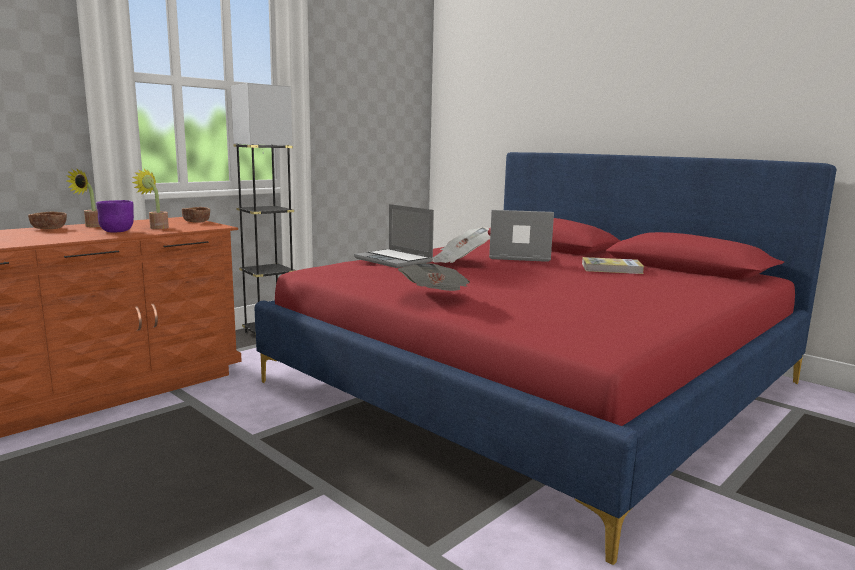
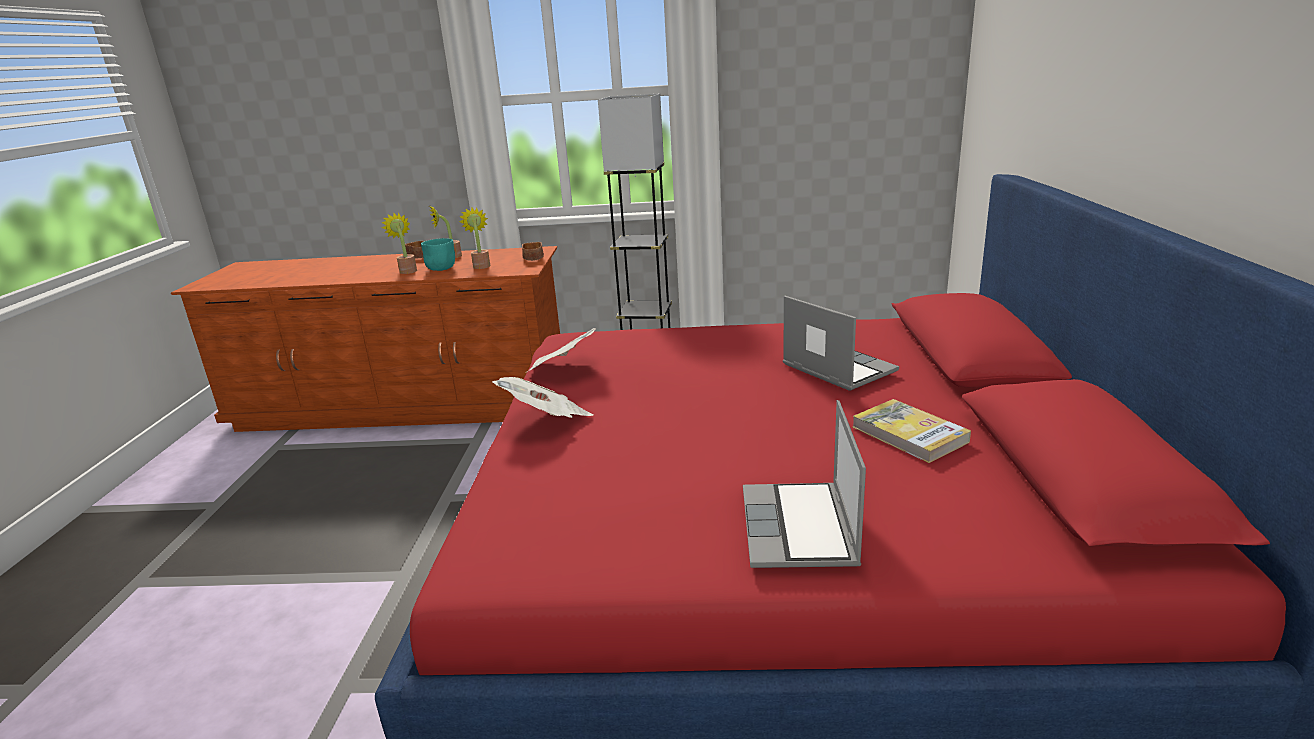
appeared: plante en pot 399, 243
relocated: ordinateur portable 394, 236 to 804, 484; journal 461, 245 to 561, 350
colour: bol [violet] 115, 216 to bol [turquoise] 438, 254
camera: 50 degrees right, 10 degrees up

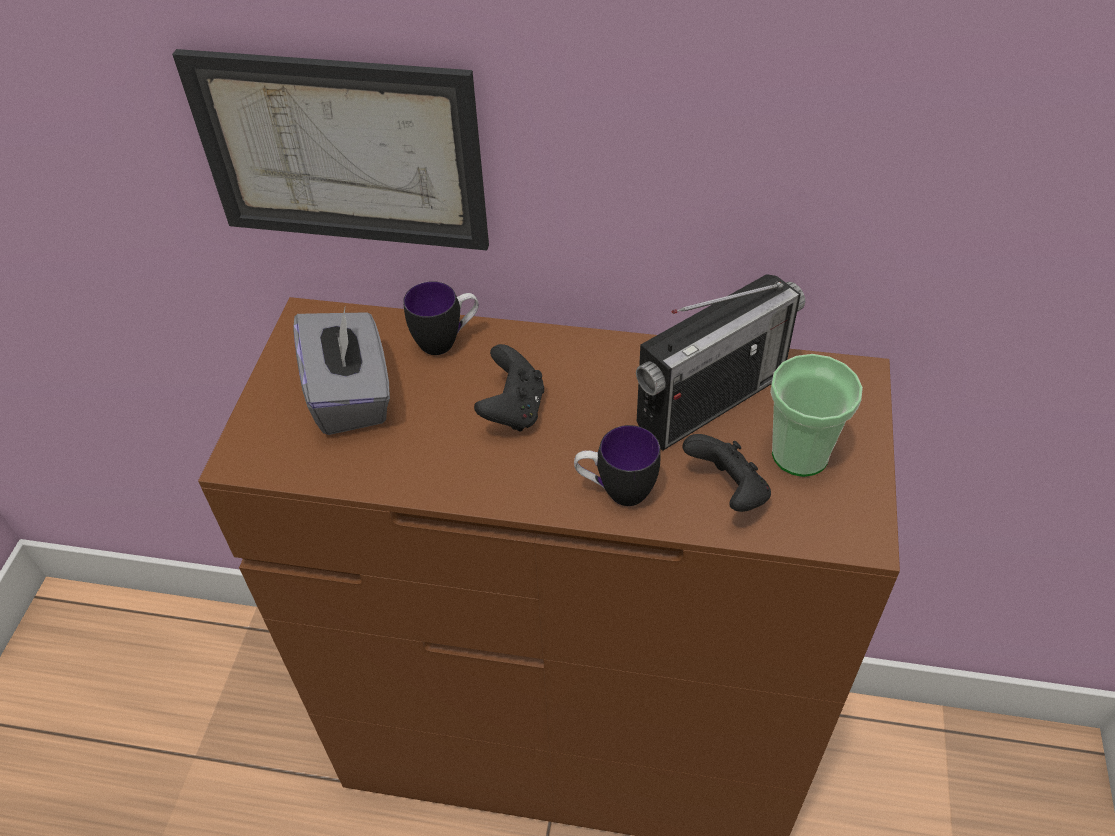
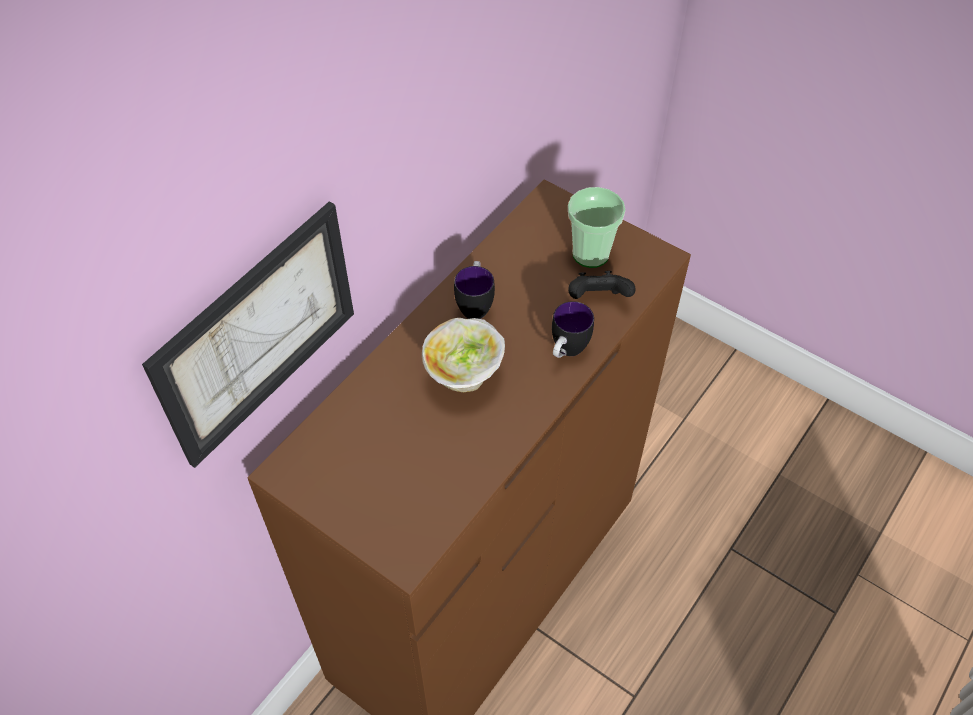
missing: radio 720, 362; boîte à mouchoirs [gris] 342, 370
relocated: mug 441, 318 to 474, 290
exchanged: manette [noir] 509, 388 to bol 463, 355
camera: 65 degrees left, 5 degrees up

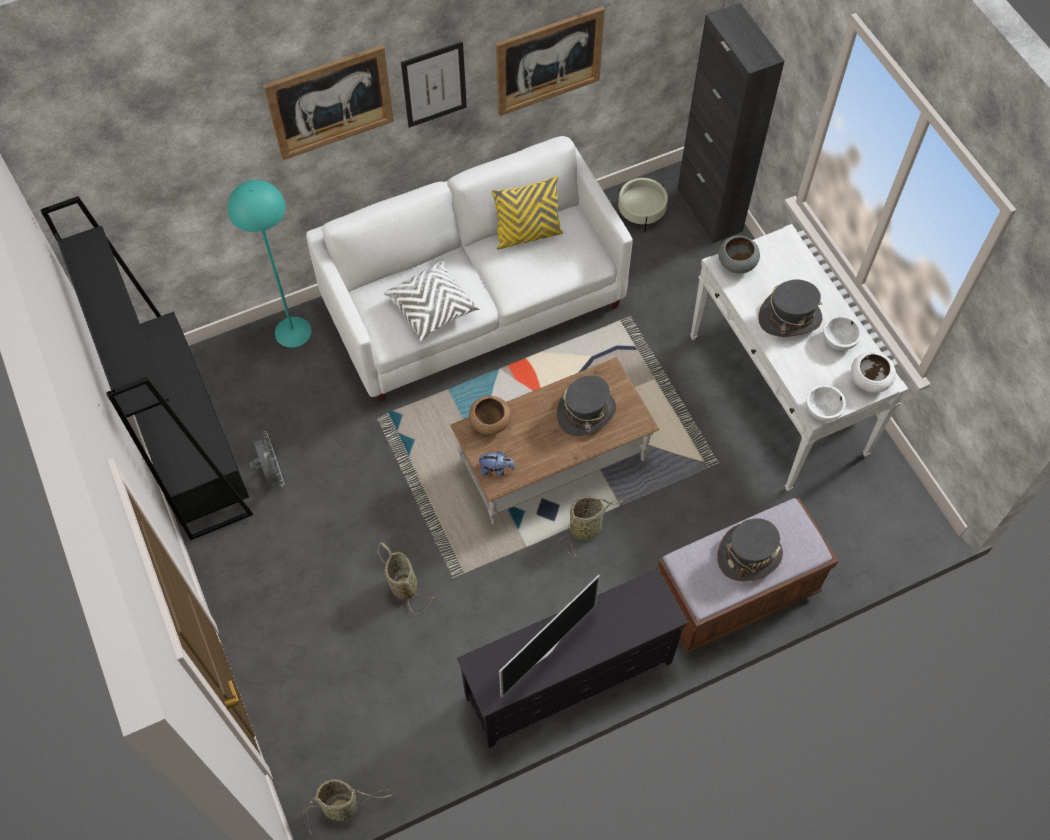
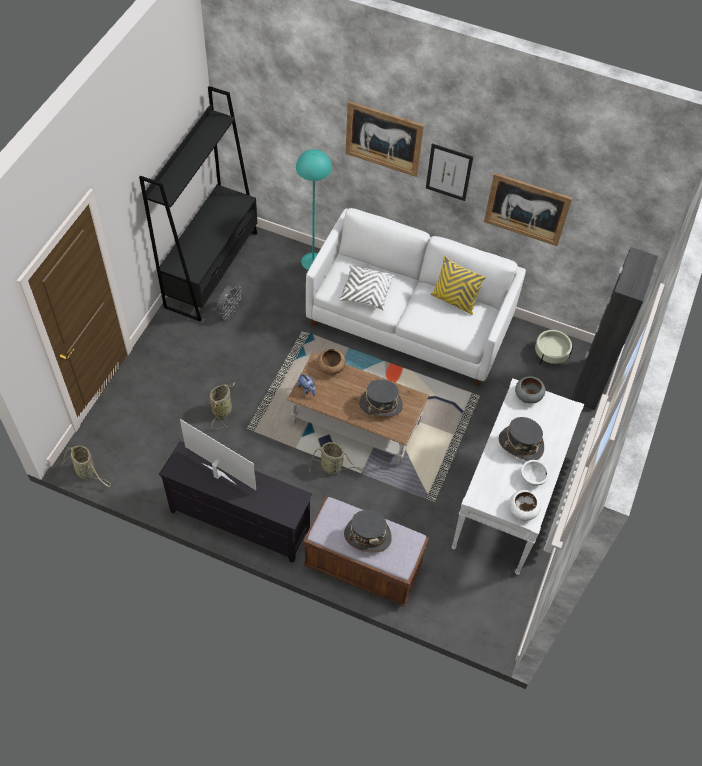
missing: bol [blanc] 826, 403
spun: téléviseur 549, 636 = 218, 454 150 degrees counterclockwise
camera: 45 degrees right, 5 degrees down

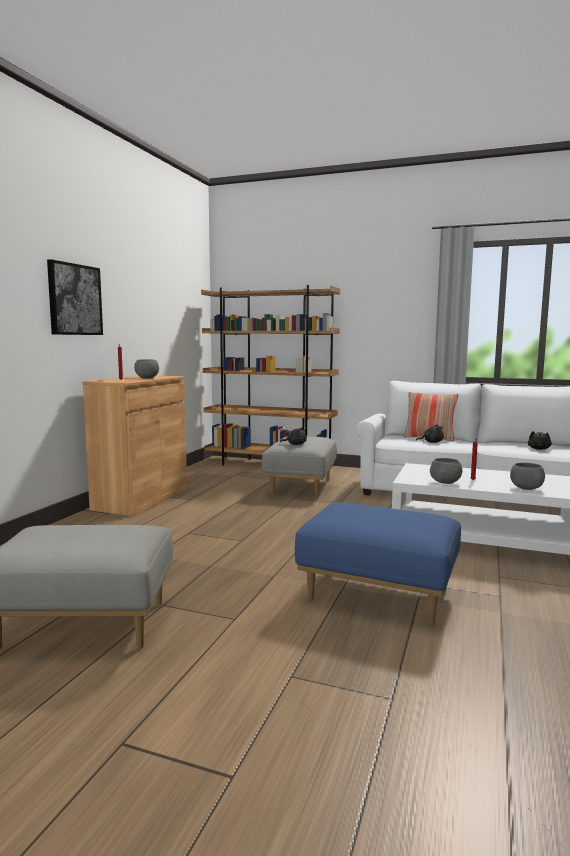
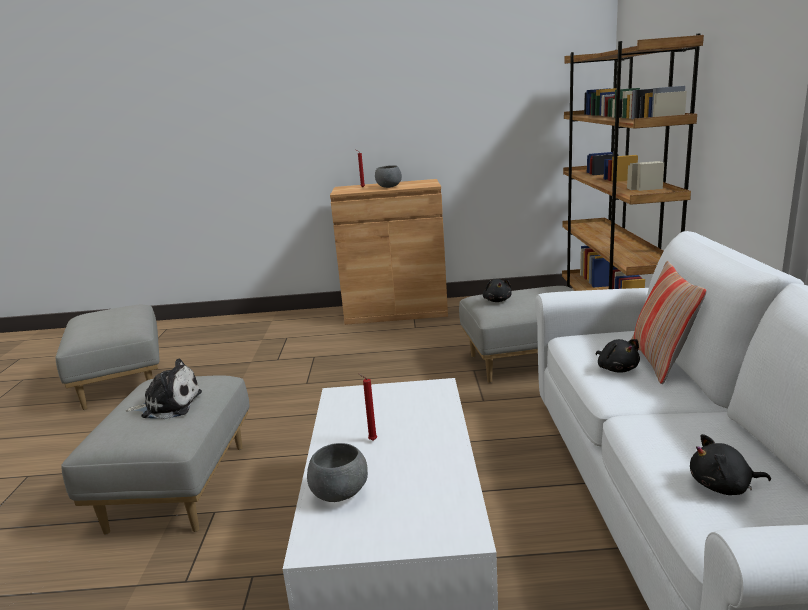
missing: tableau 75, 297; bol [gris] 446, 471
appeared: peluche 163, 389
colour: pouf [bleu] 378, 564 to pouf [gris] 155, 455
camera: 70 degrees right, 10 degrees up

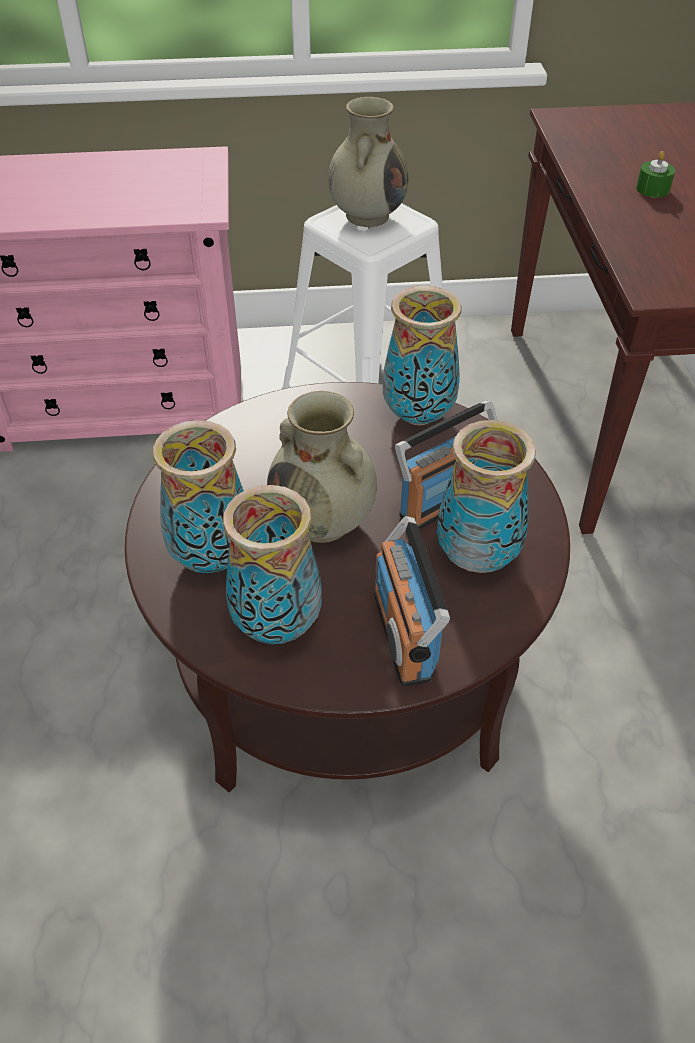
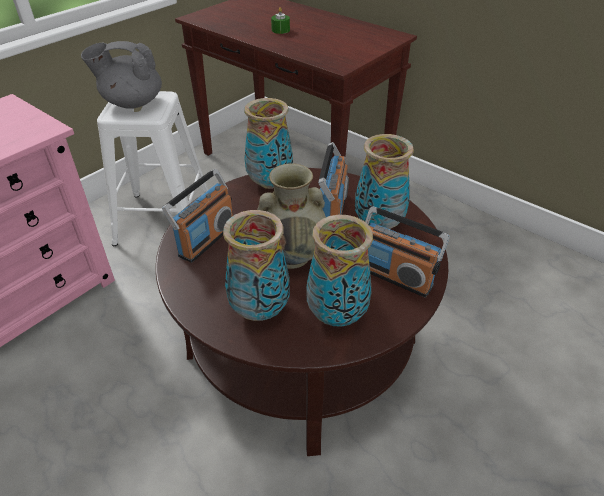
appeared: radio 197, 216
exchanged: vase [beige] 368, 162 to théière [gris] 121, 75
camera: 45 degrees left, 5 degrees down

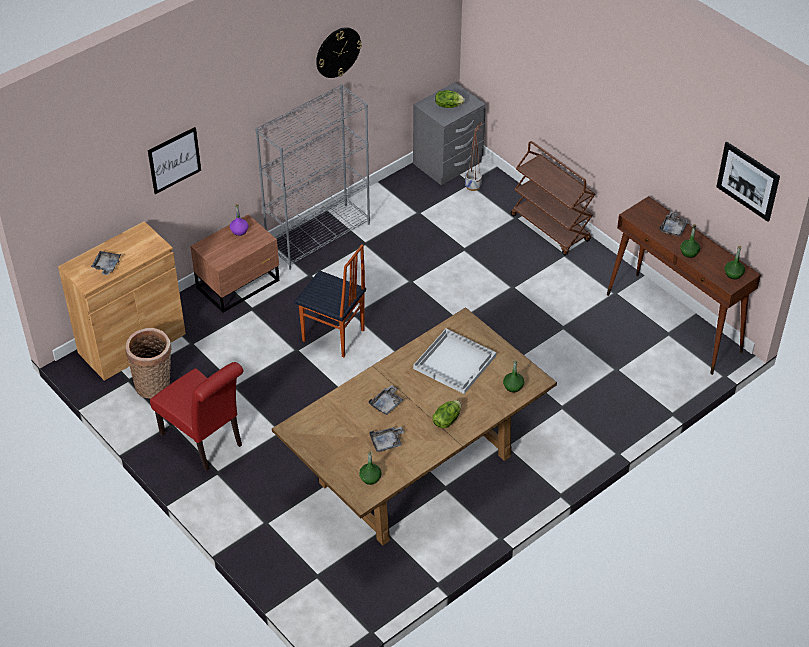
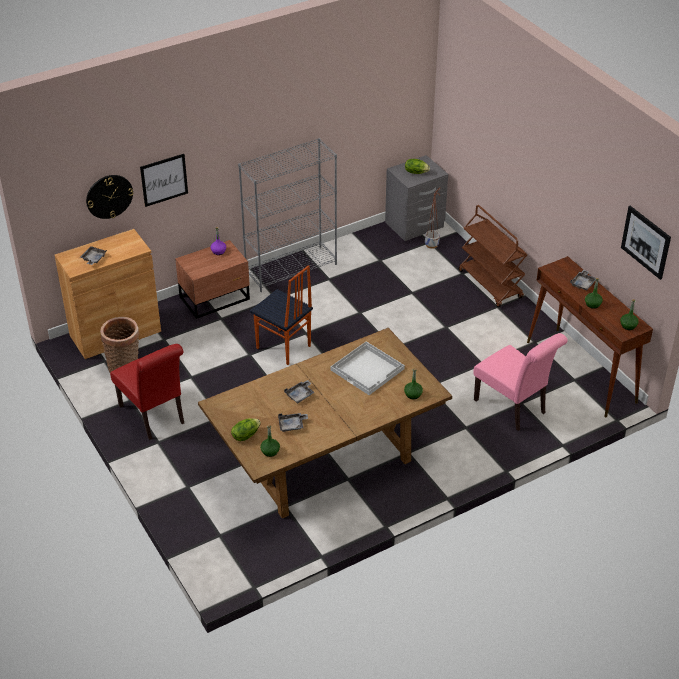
appeared: chaise [rose] 520, 382
relocated: horloge murale 339, 52 to 109, 197; laitue 446, 414 to 246, 429
camera: 10 degrees right, 5 degrees down

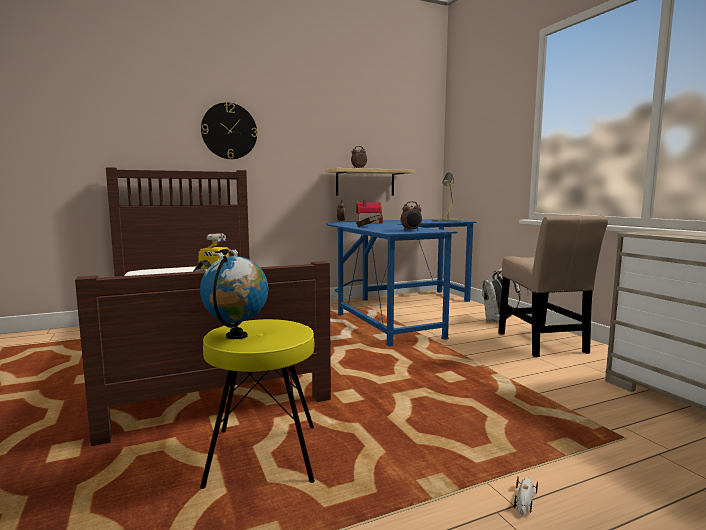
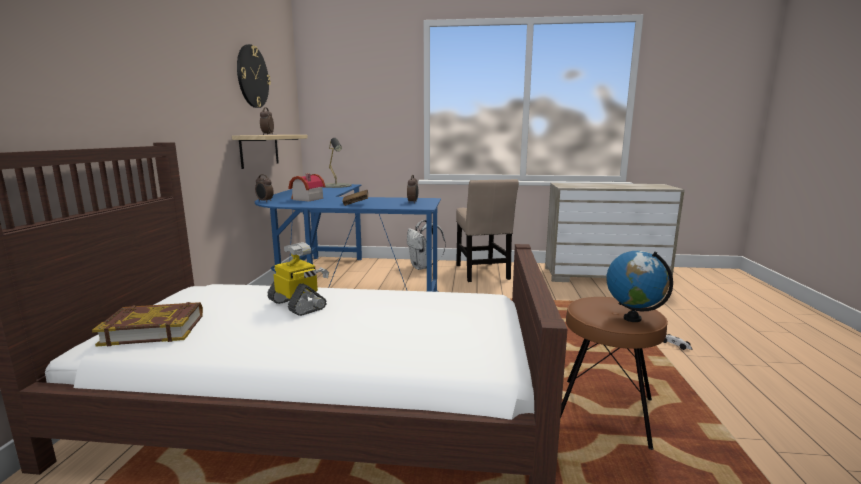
appeared: livre 147, 324
relocated: horloge murale 229, 130 to 254, 76
colour: tabouret [jaune] 257, 404 to tabouret [marron] 614, 373
spun: chaise [beige] 553, 286 = 487, 230 60 degrees clockwise
camera: 60 degrees left, 5 degrees up

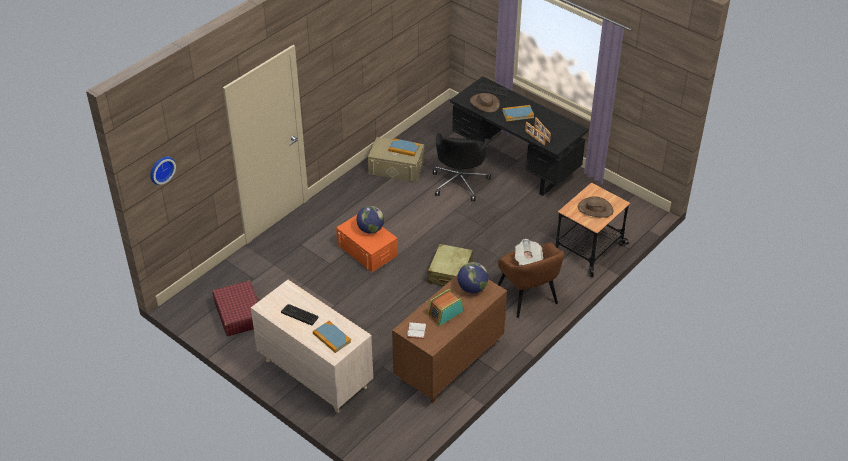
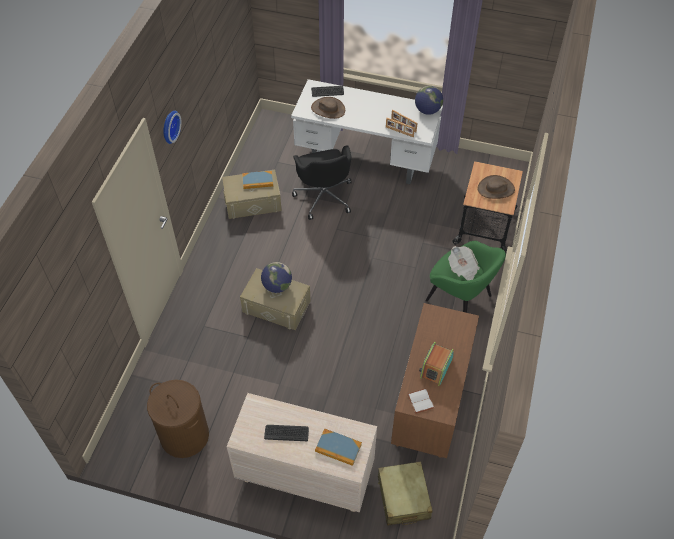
missing: livre 518, 113
relocated: horloge murale 163, 171 to 172, 127; valise [beige] 450, 265 to 405, 493; globe 472, 277 to 429, 100
exchanged: valise [rouge] 236, 308 to panier à linge [marron] 178, 419
colour: bureau [noir] 519, 136 to bureau [blanc] 367, 131; boîte de rangement [orange] 367, 243 to boîte de rangement [beige] 275, 299; fauteuil [marron] 531, 280 to fauteuil [vert] 465, 277
camera: 25 degrees left, 10 degrees up

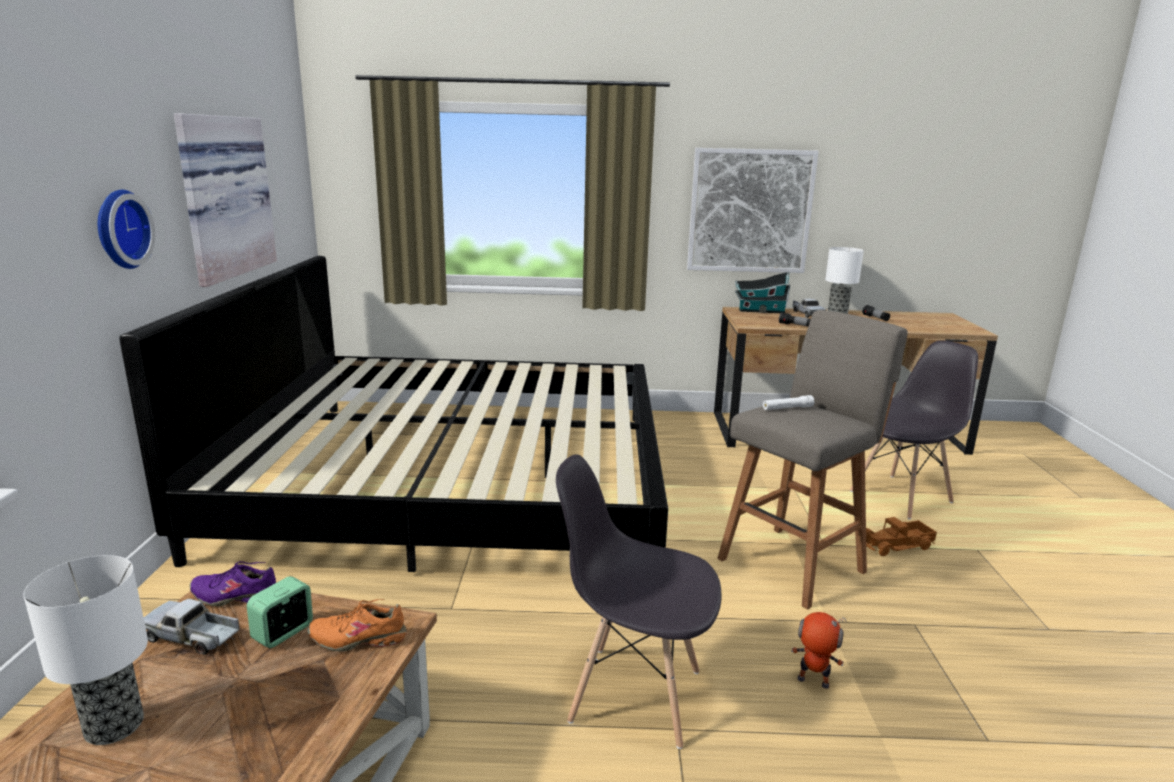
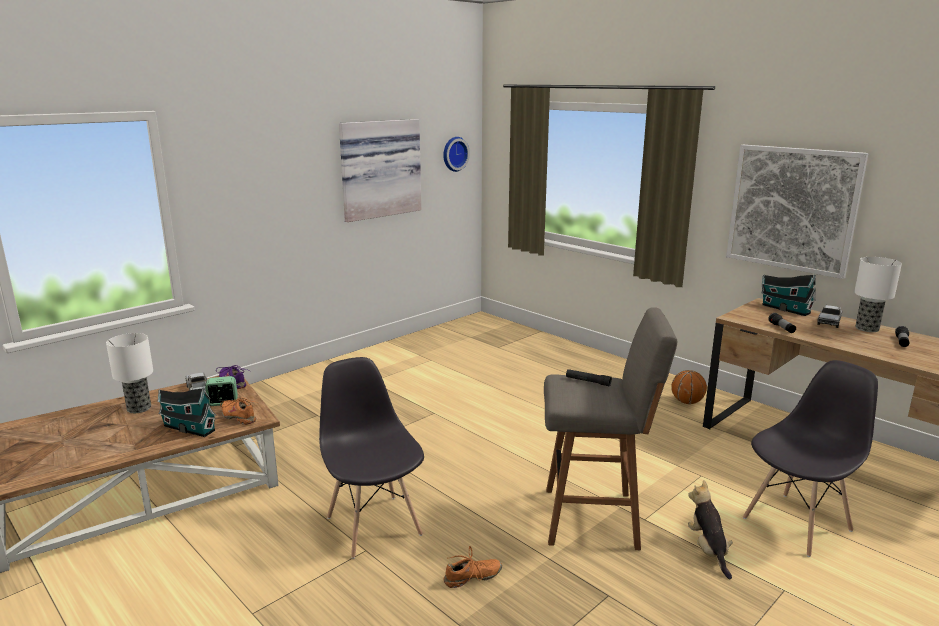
missing: lit 394, 414
appeared: ballon de basket 689, 387; maison miniature 187, 412
relocated: horloge murale 126, 229 to 456, 154
exchanged: camion jouet 901, 536 to peluche 710, 529; robot jouet 819, 650 to chaussure [orange] 473, 567
colour: lampe de poche [blanc] 788, 402 to lampe de poche [noir] 589, 377
spun: chaise [gris] 914, 430 = 810, 458 45 degrees counterclockwise
camera: 45 degrees right, 0 degrees up

